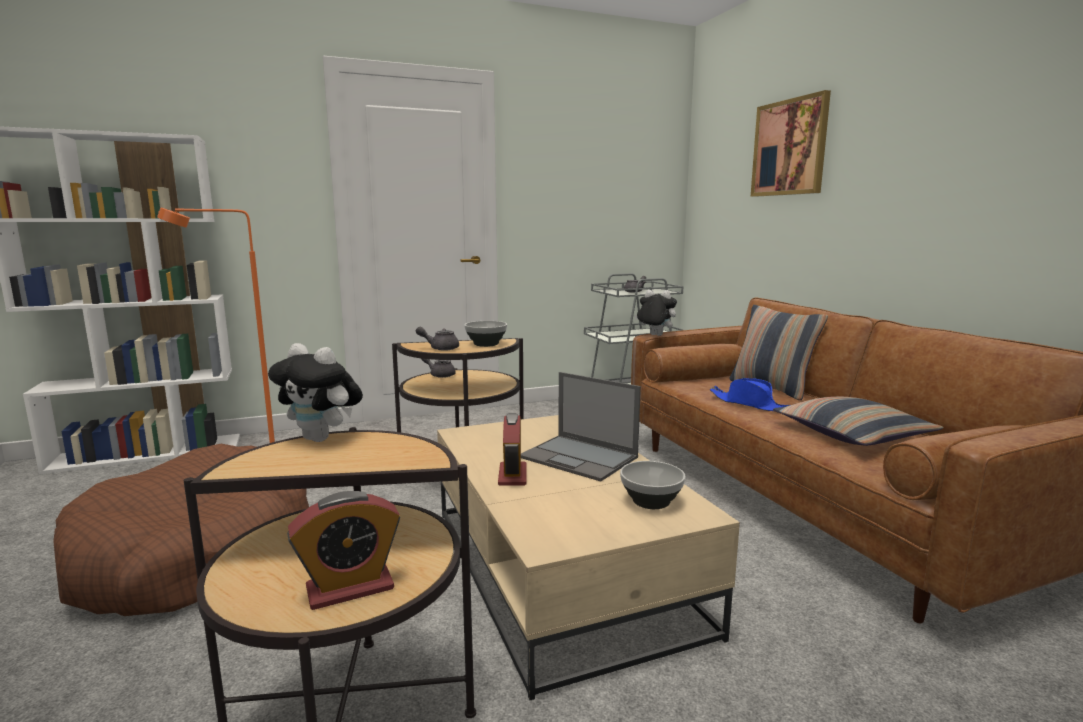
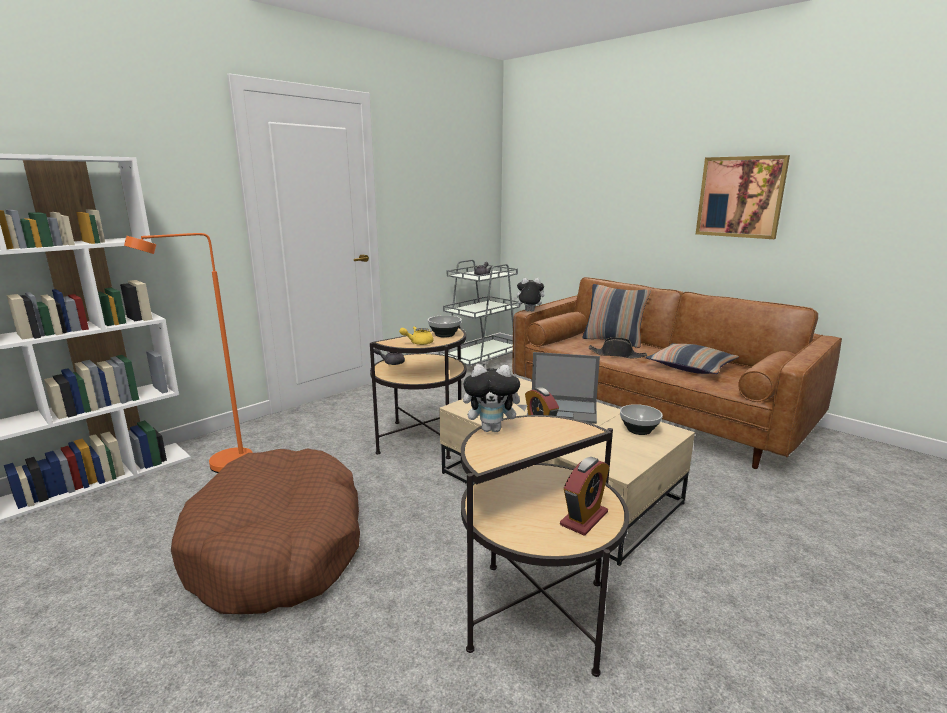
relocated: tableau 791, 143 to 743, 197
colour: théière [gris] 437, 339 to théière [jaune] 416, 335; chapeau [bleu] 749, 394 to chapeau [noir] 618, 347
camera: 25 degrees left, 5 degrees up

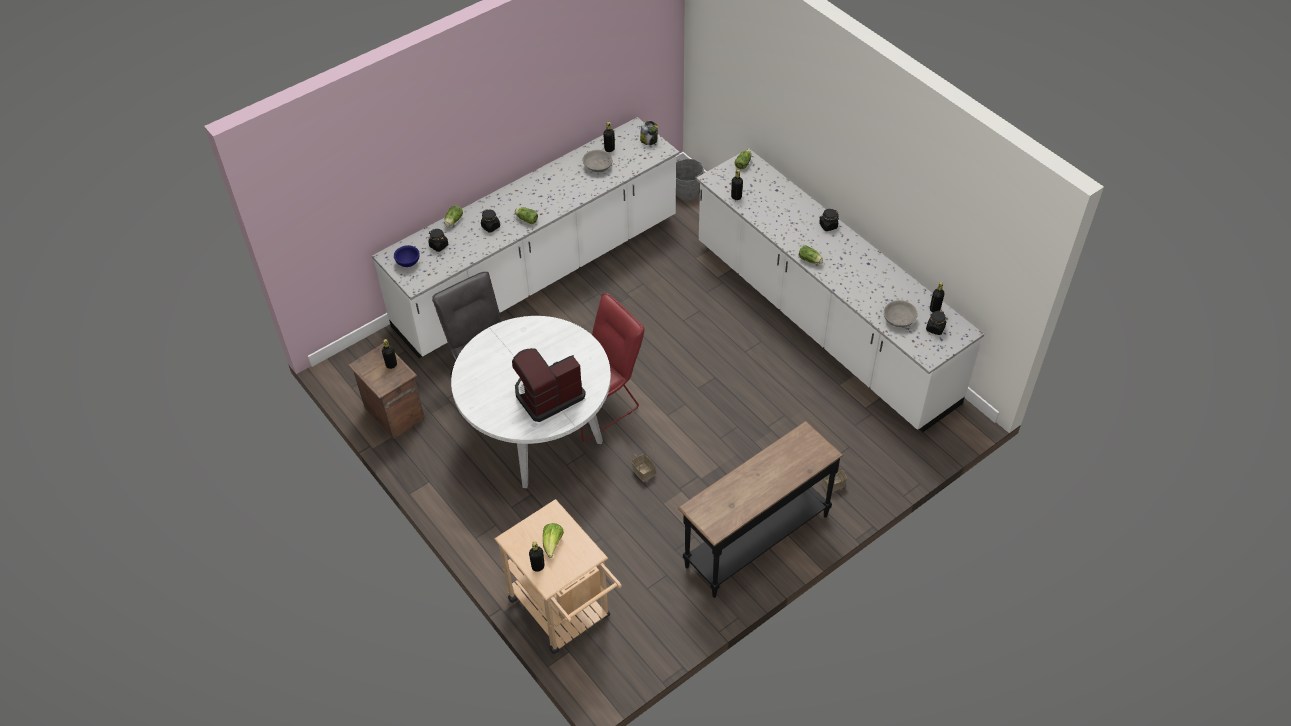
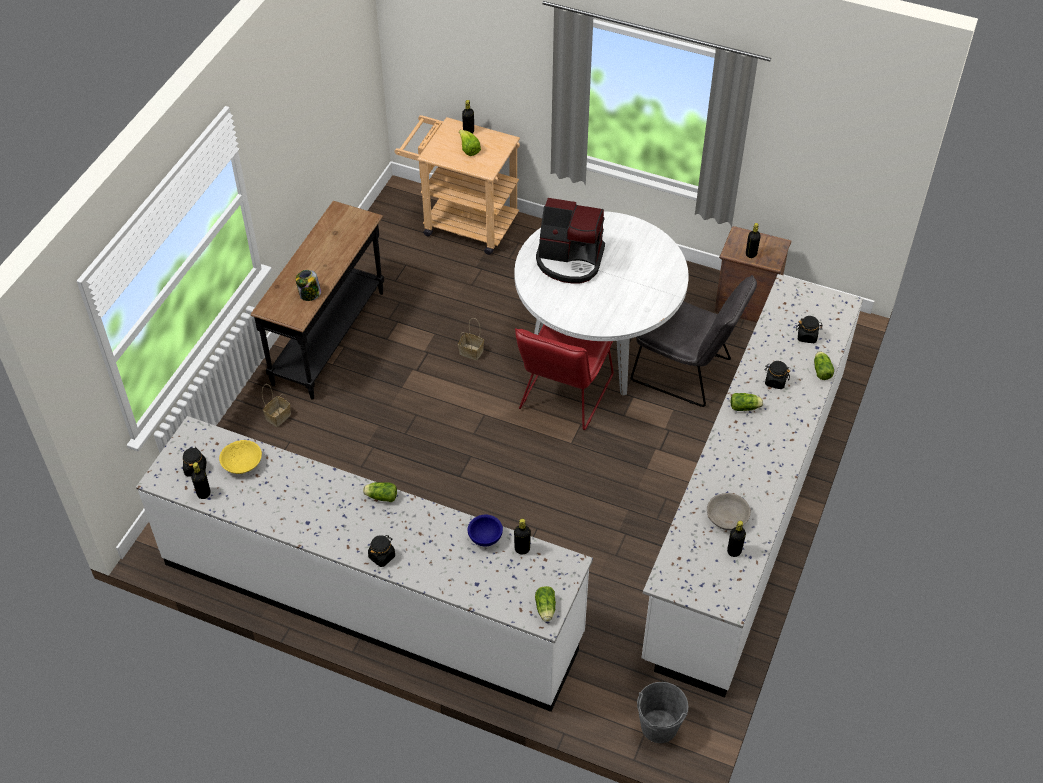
relocated: bocal 649, 133 to 308, 285; bol [bleu] 407, 256 to 485, 530
colour: bol [gris] 901, 313 to bol [jaune] 240, 457
spun: machine à café 549, 385 = 570, 240 75 degrees clockwise
camera: 150 degrees right, 0 degrees up

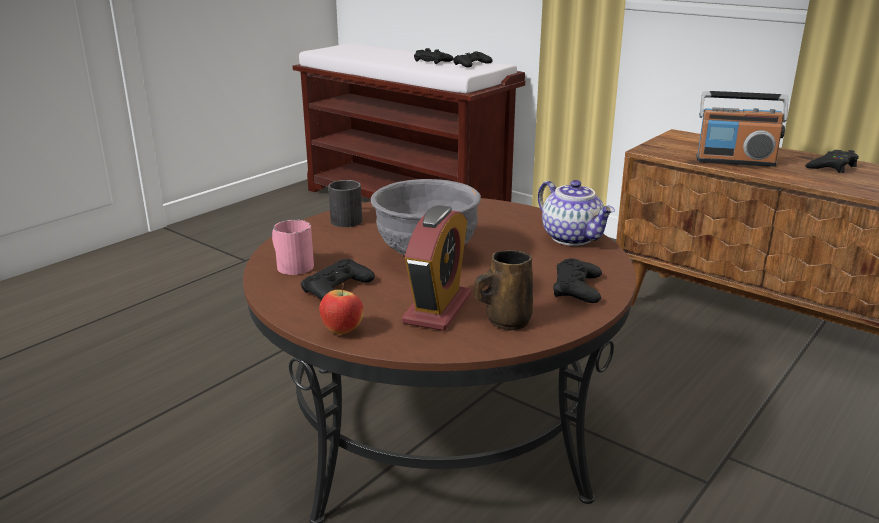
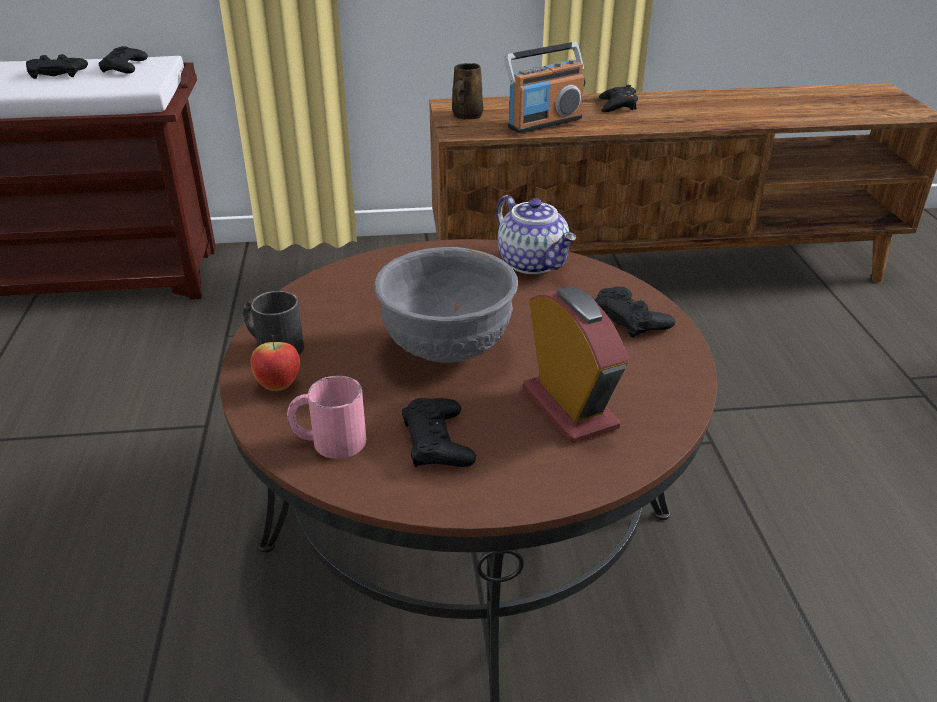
relocated: mug [marron] 503, 290 to 468, 91; pomme 341, 309 to 275, 363
spun: théière 576, 213 = 536, 234 45 degrees clockwise
camera: 45 degrees left, 10 degrees up

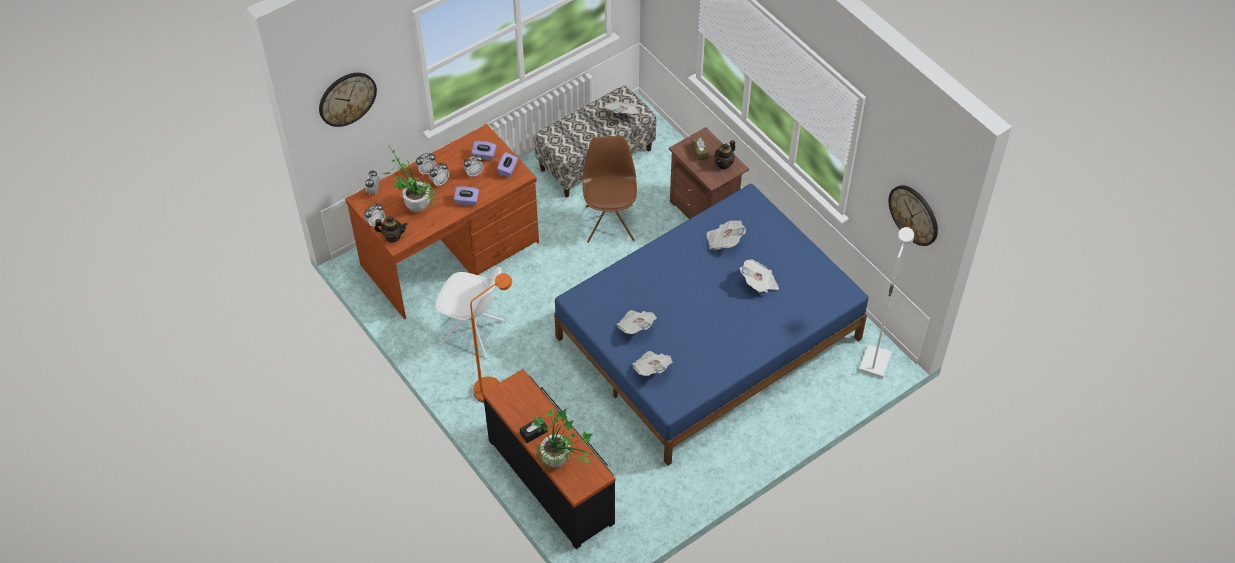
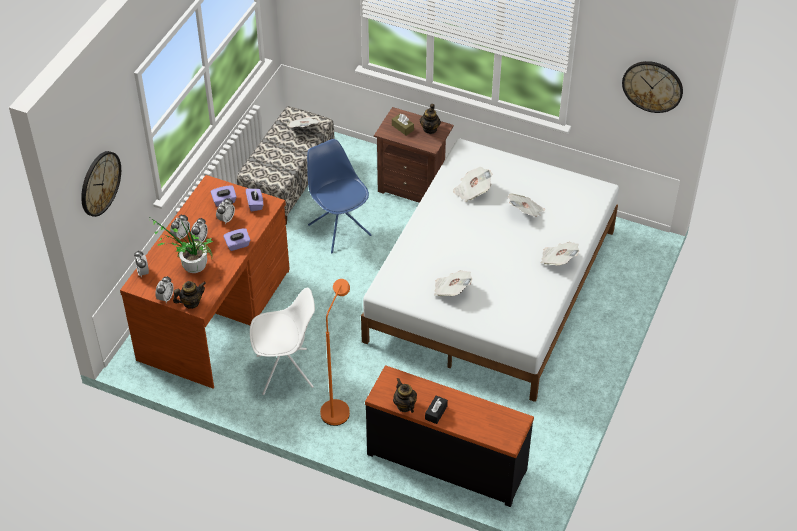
missing: lampadaire [blanc] 886, 302; plante en pot 563, 440
appeared: théière 405, 395
relocated: journal 652, 363 to 560, 253
colour: chaise [marron] 609, 189 to chaise [bleu] 339, 196; lit [bleu] 711, 325 to lit [blanc] 490, 270
camera: 30 degrees left, 5 degrees down

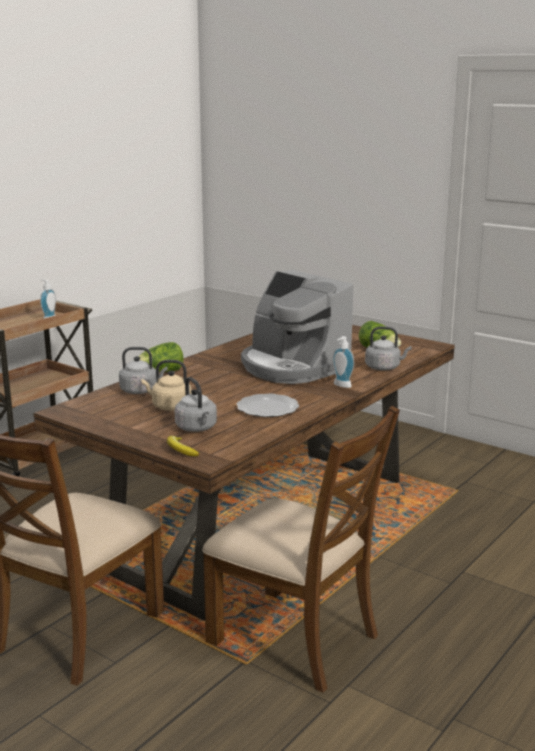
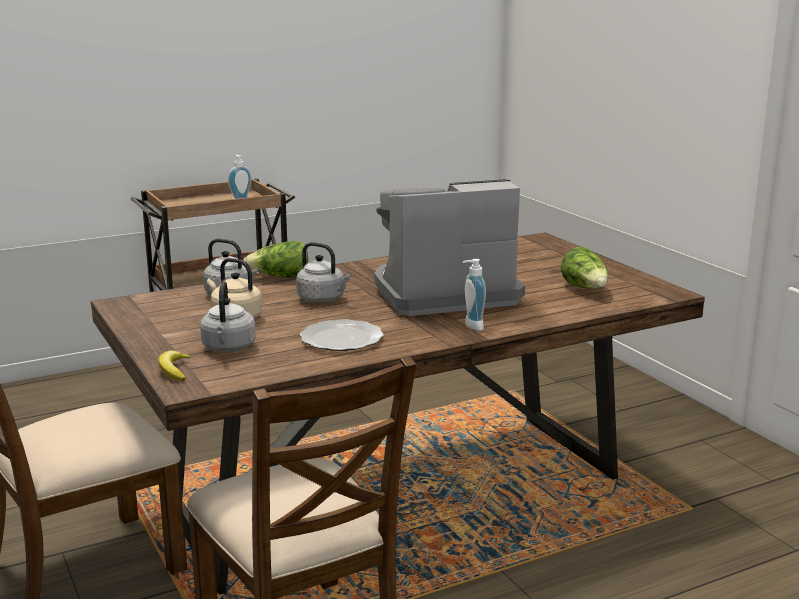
relocated: bouilloire [gris] 388, 348 to 323, 272
spun: machine à café 297, 327 = 449, 247 90 degrees clockwise
camera: 25 degrees right, 0 degrees up

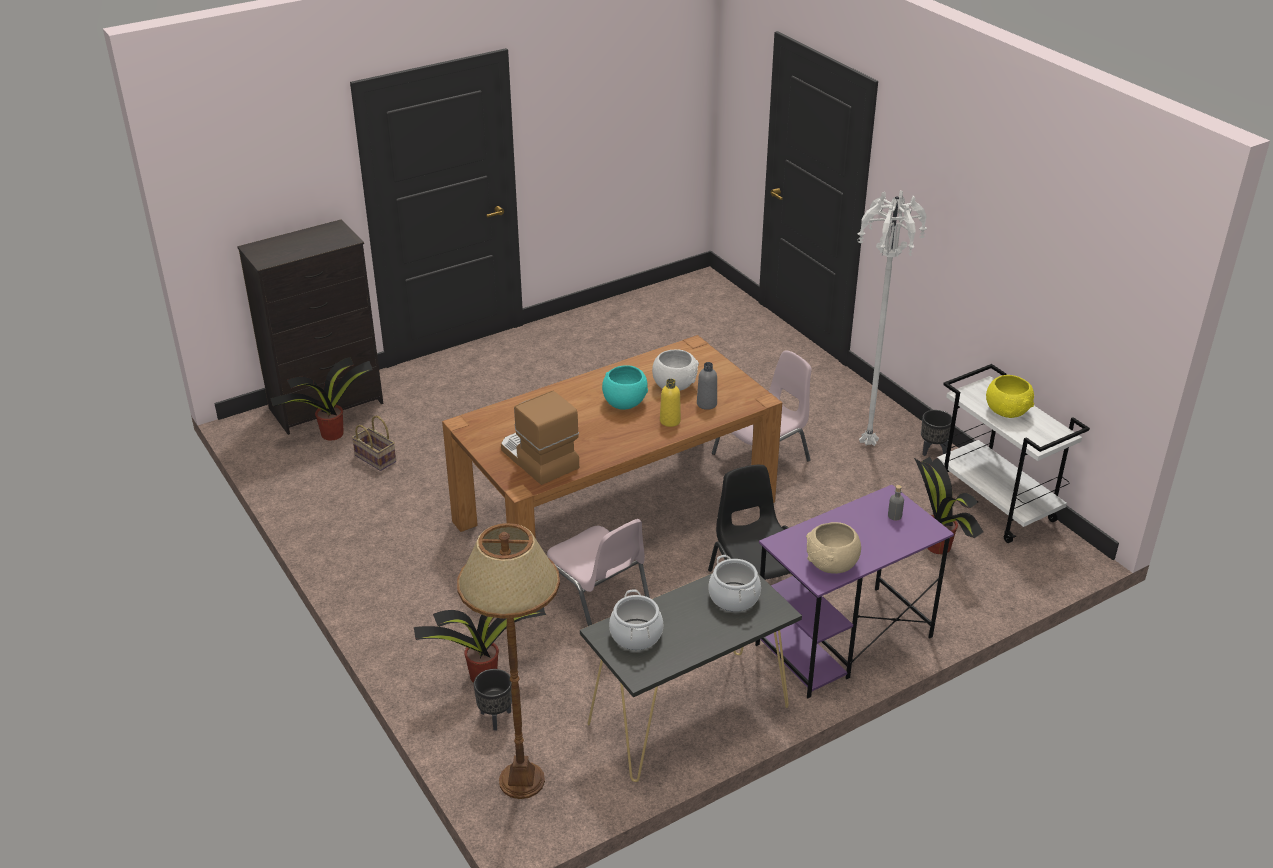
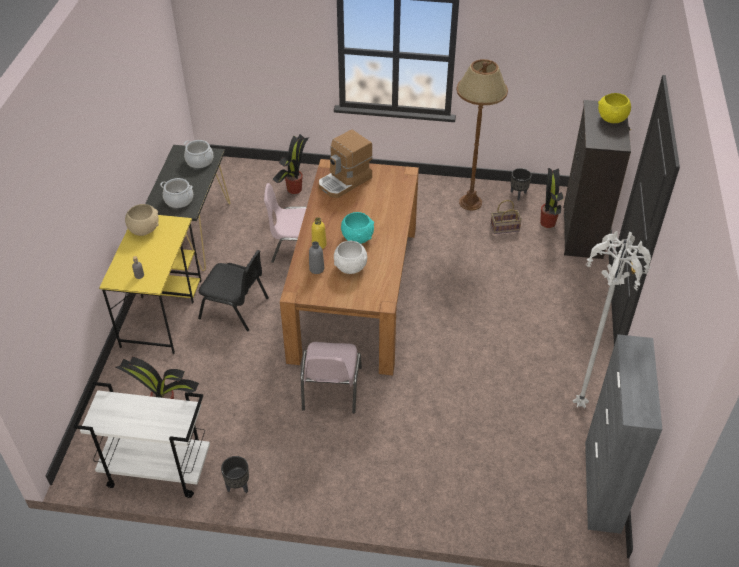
appeared: meuble de rangement [gris] 623, 434
relocated: lampadaire [blanc] 892, 318 to 612, 319; bol [jaune] 1010, 396 to 614, 108; lampadaire [marron] 508, 661 to 482, 135; cache-pot [noir] 493, 700 to 521, 184
colour: bureau [violet] 854, 591 to bureau [jaune] 150, 284
spun: machine à café 540, 438 = 346, 164 135 degrees clockwise
camera: 130 degrees right, 10 degrees up

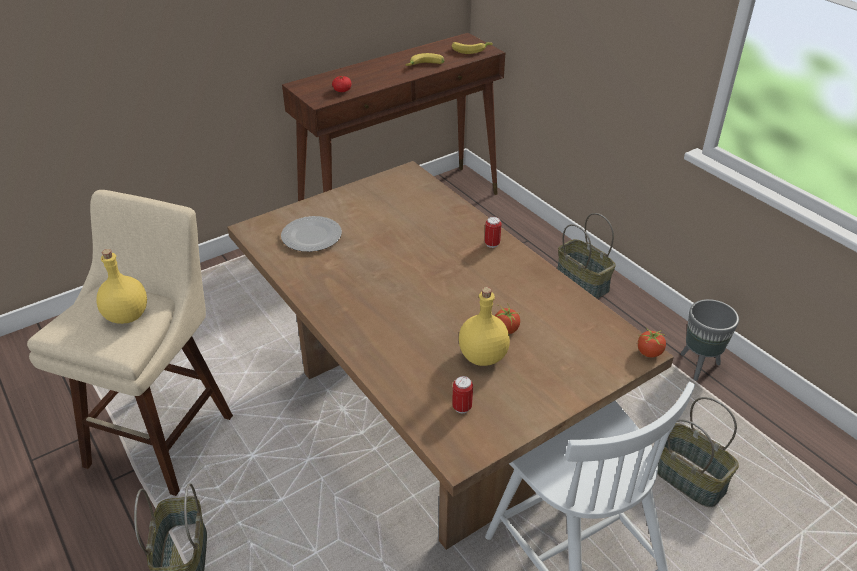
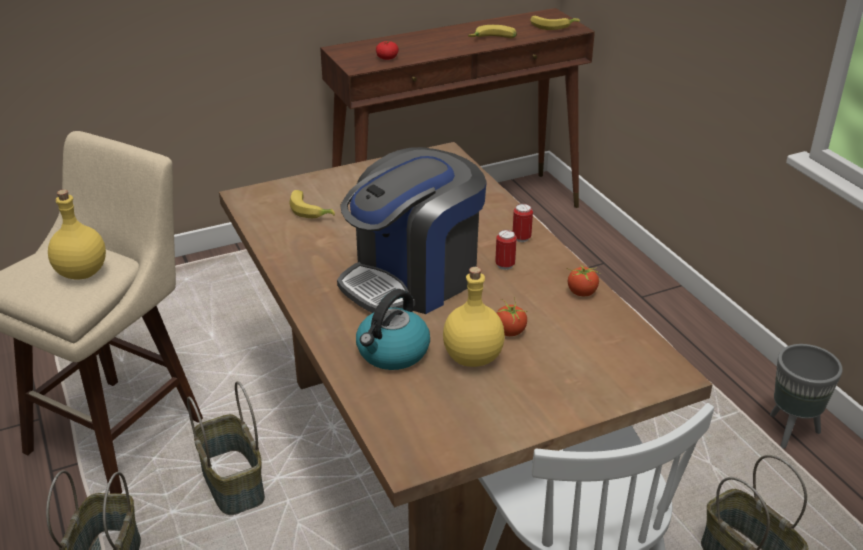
appeared: machine à café 412, 230; bouilloire 393, 329
relocated: panier 586, 256 to 226, 448; tomate 652, 343 to 583, 280; boîte métallique 462, 394 to 506, 250
exchanged: assiette 311, 234 to banane 312, 204
camera: 10 degrees right, 5 degrees down

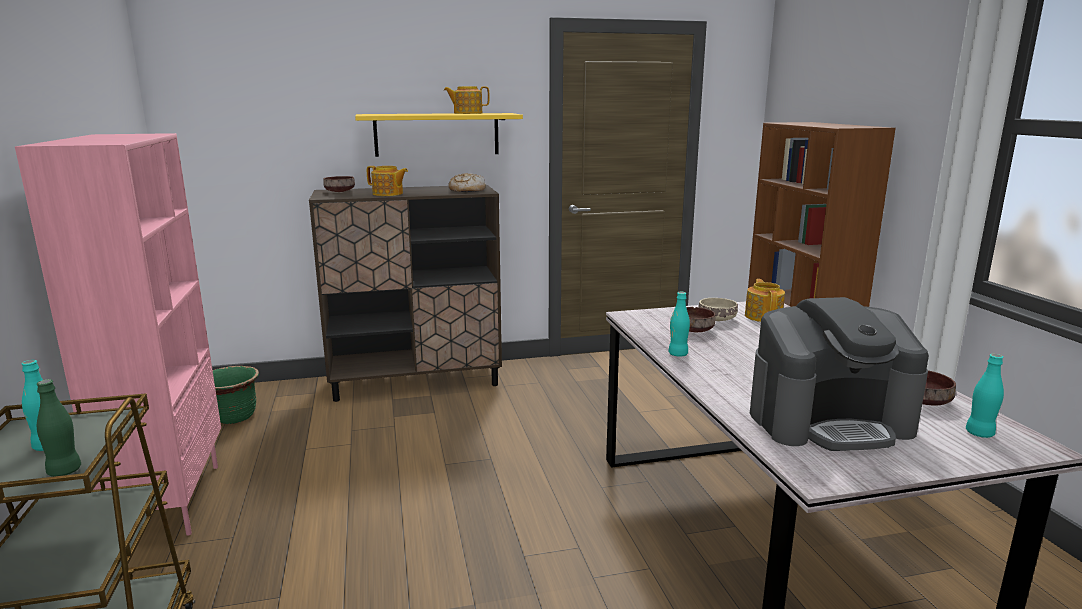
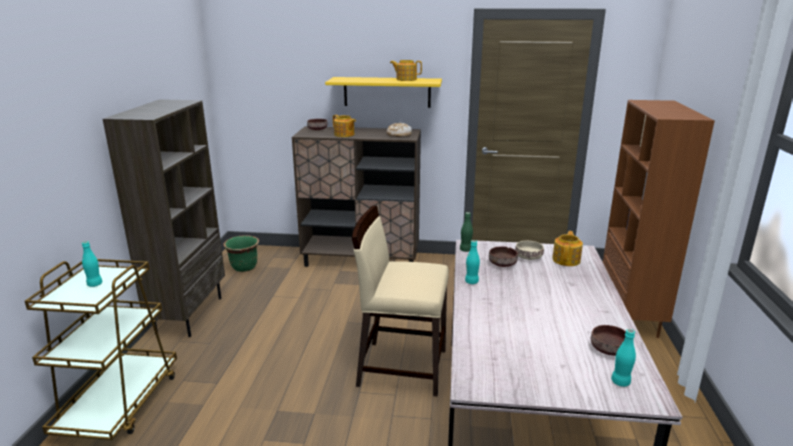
missing: machine à café 839, 374
appeared: chaise [beige] 400, 301
relocated: bouteille [vert] 59, 428 to 466, 232
colour: bibliothèque [rose] 118, 334 to bibliothèque [marron] 164, 218
camera: 20 degrees right, 5 degrees up

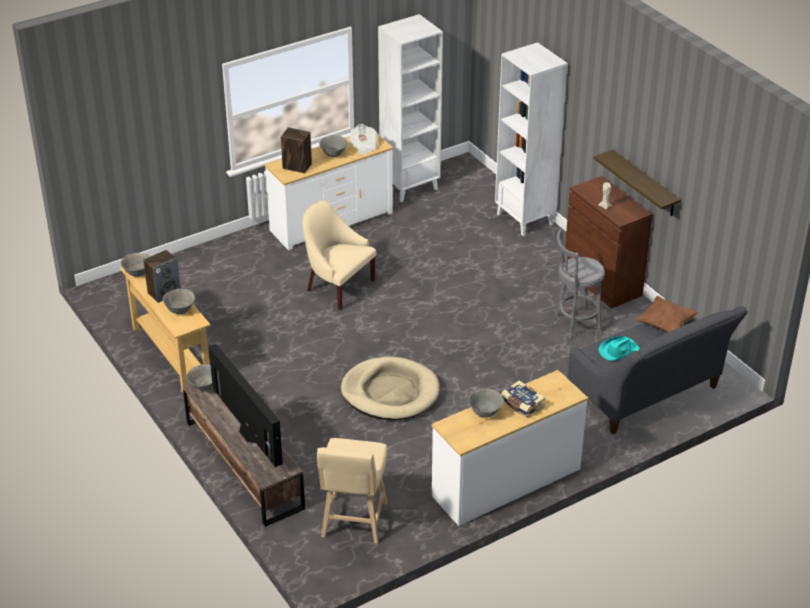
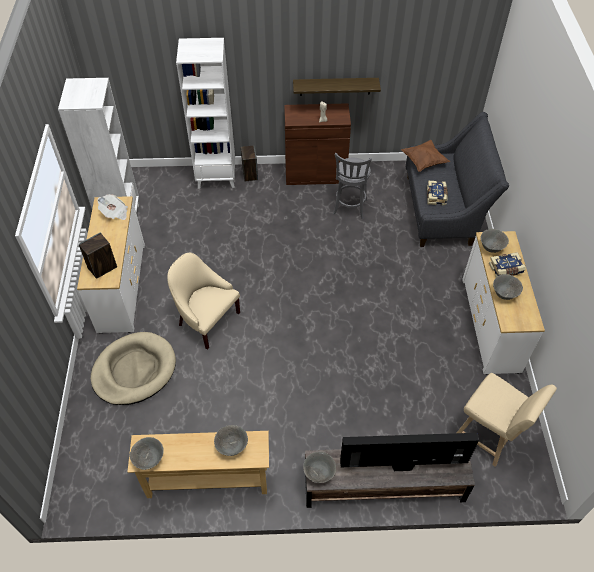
relocated: bol [gris] 333, 146 to 494, 241; enceinte 161, 276 to 249, 163; panier pour chien [beige] 390, 388 to 133, 368
exchanged: chapeau [turquoise] 619, 348 to livre 437, 193
spun: fauteuil [beige] 339, 255 = 203, 301 60 degrees clockwise
camera: 60 degrees left, 15 degrees up

